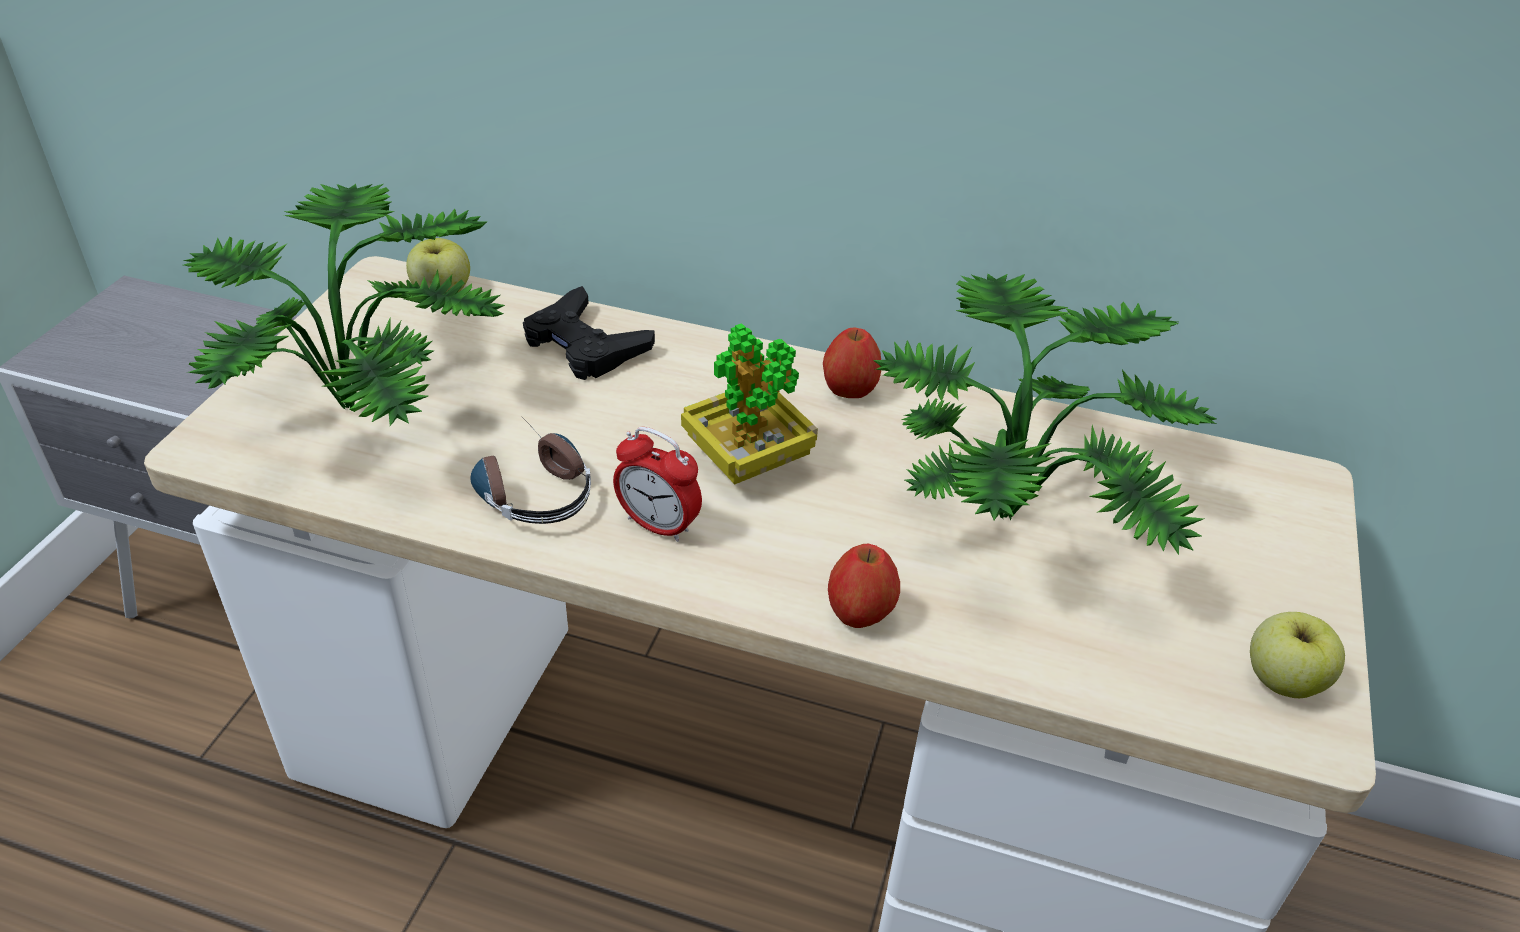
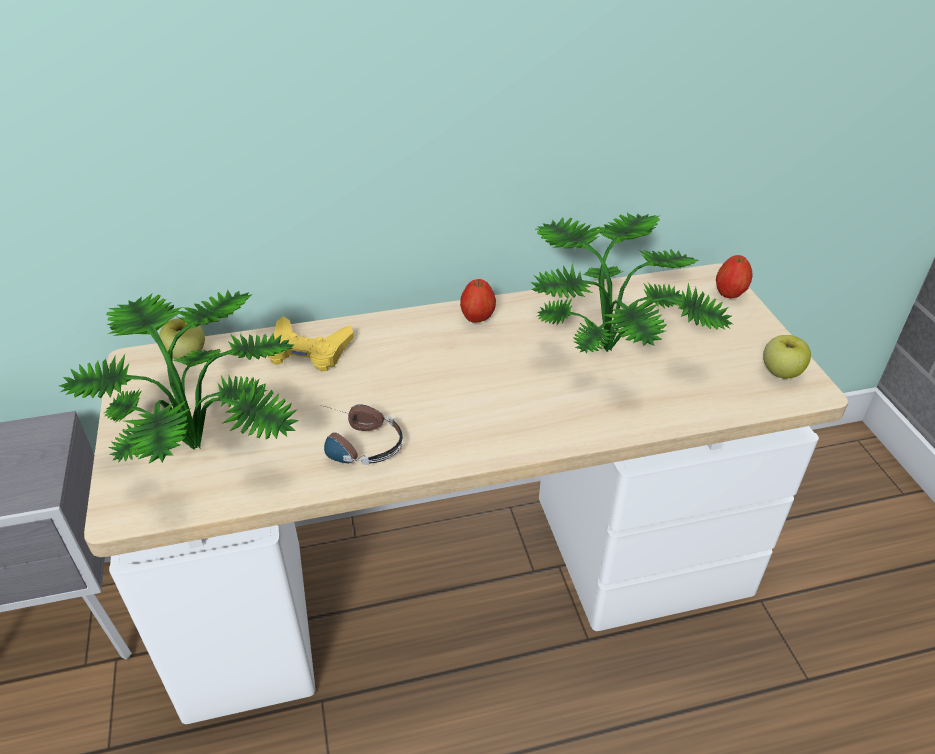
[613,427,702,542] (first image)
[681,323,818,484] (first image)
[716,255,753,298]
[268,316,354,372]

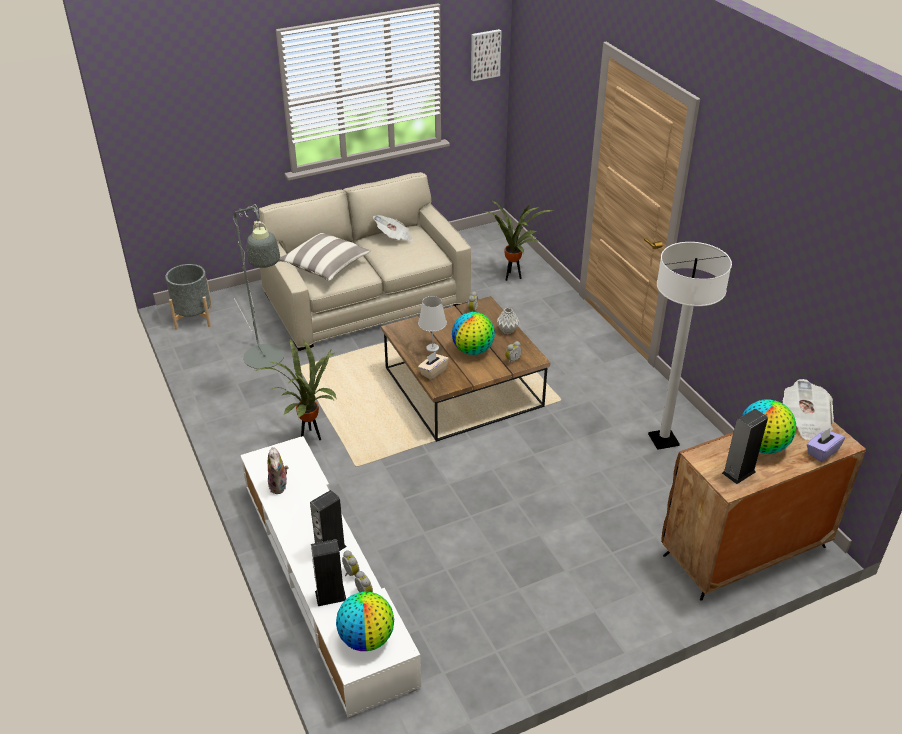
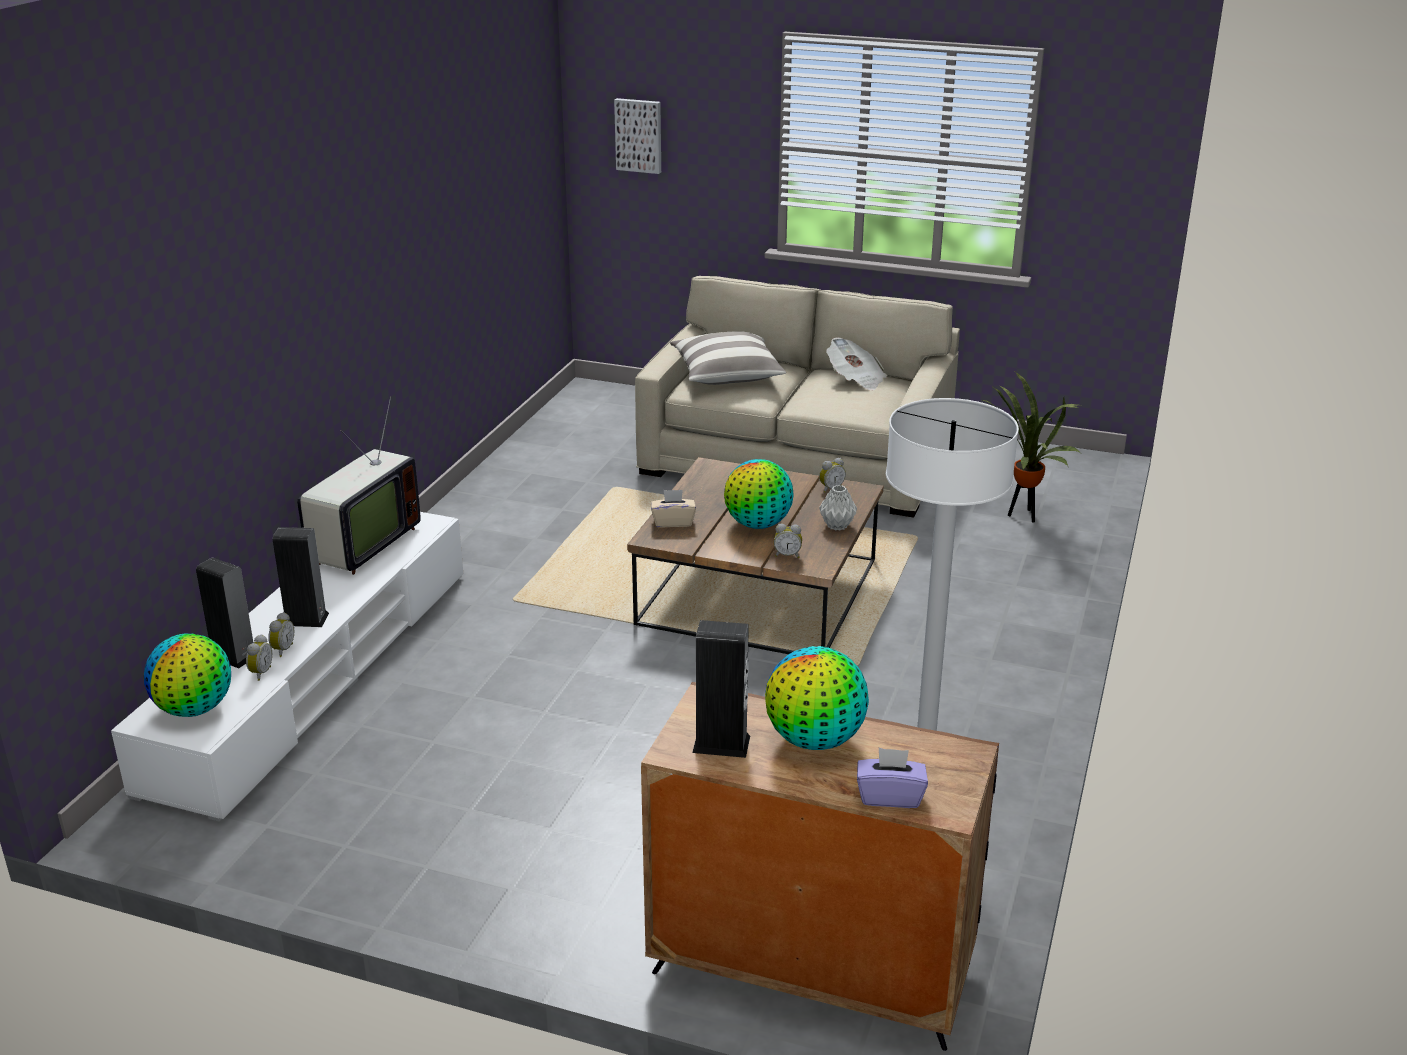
[165,264,213,330] (first image)
[234,204,284,369] (first image)
[255,339,337,440] (first image)
[418,296,447,352] (first image)
[783,379,834,440] (first image)
[614,98,661,174]
[297,397,421,575]

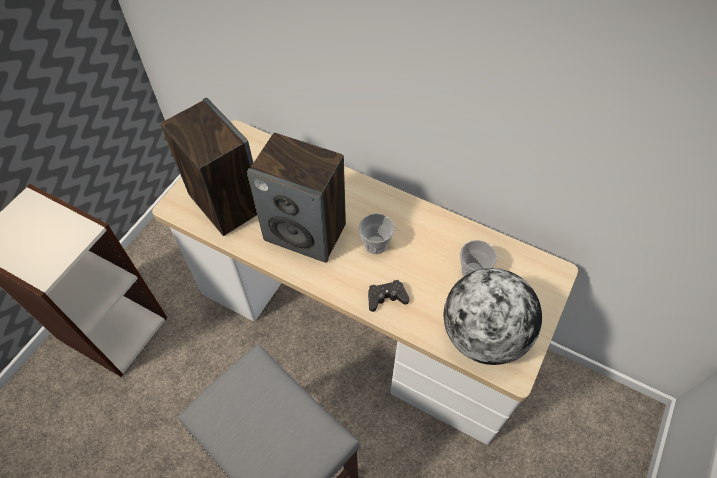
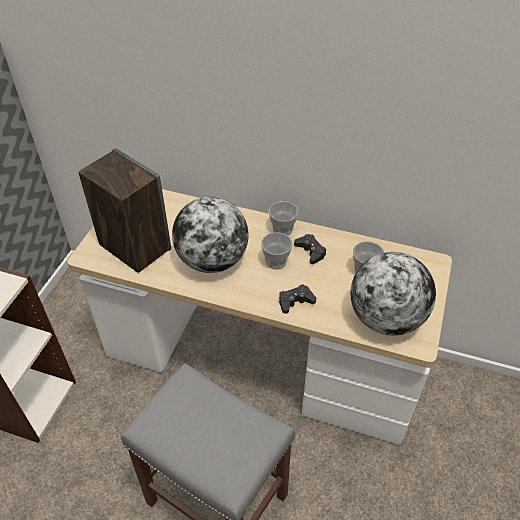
[269,201,298,236]
[294,234,326,264]
[172,197,249,273]

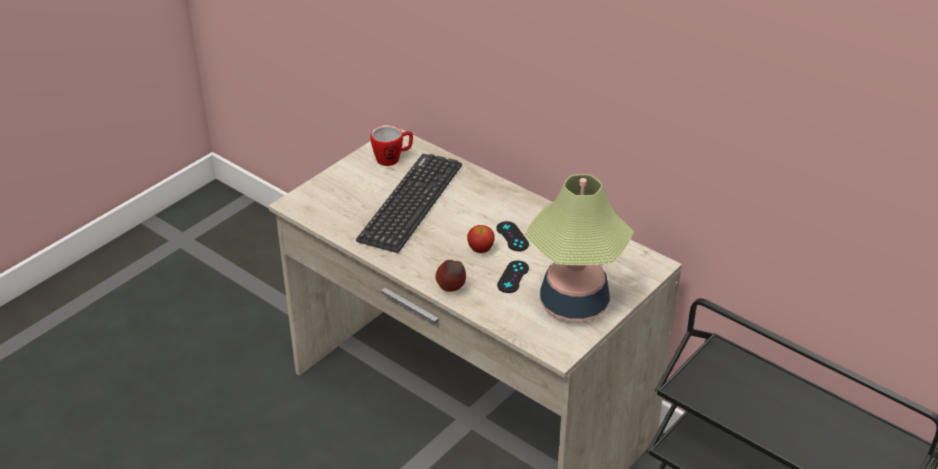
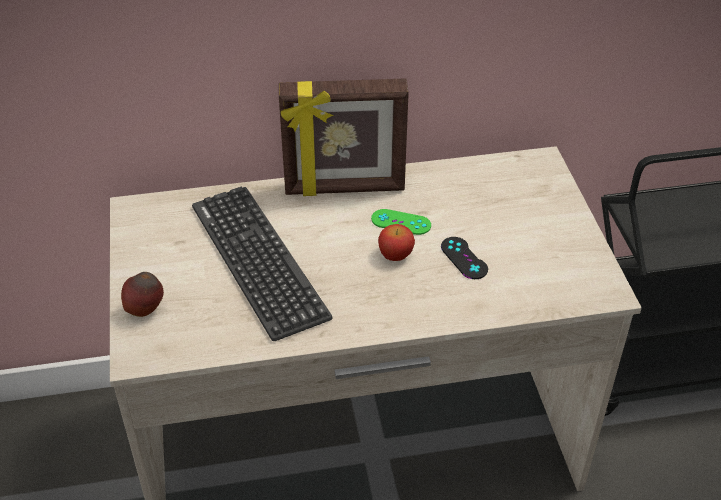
[371,125,413,166] (first image)
[525,174,634,322] (first image)
[279,78,409,196]
[121,272,164,317]
[371,209,431,235]

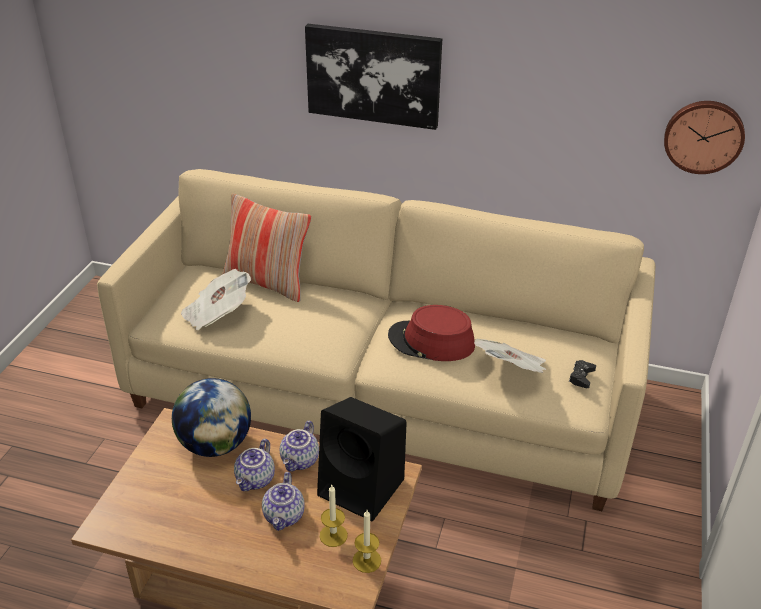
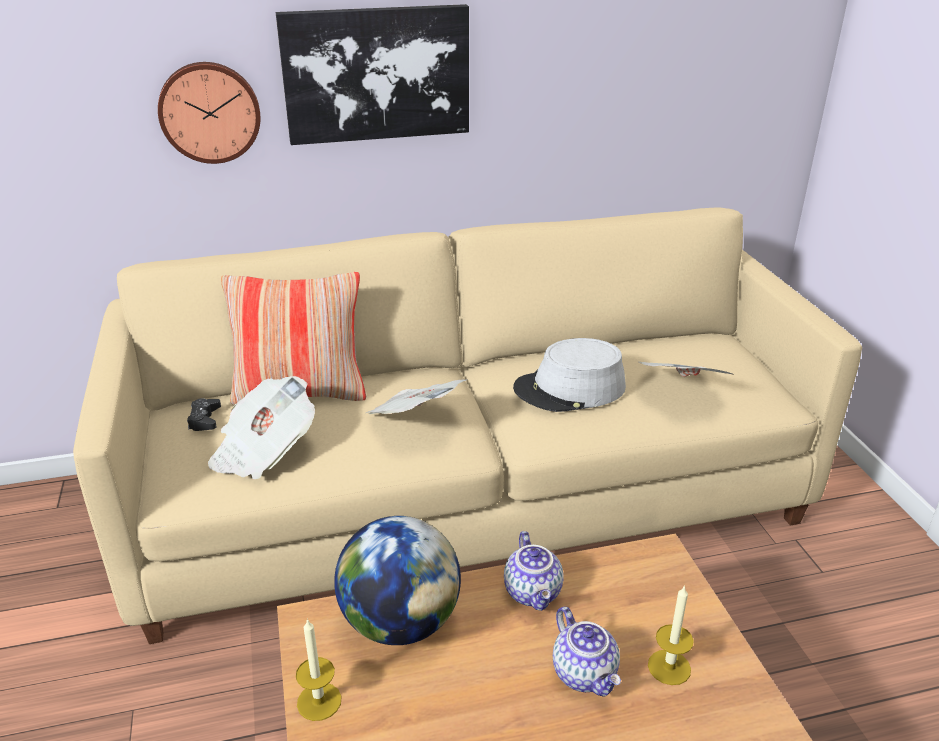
[234,439,275,491] (first image)
[317,397,407,522] (first image)
[366,379,468,414]
[296,618,341,721]
[187,398,221,431]
[158,62,261,164]
[513,338,626,412]

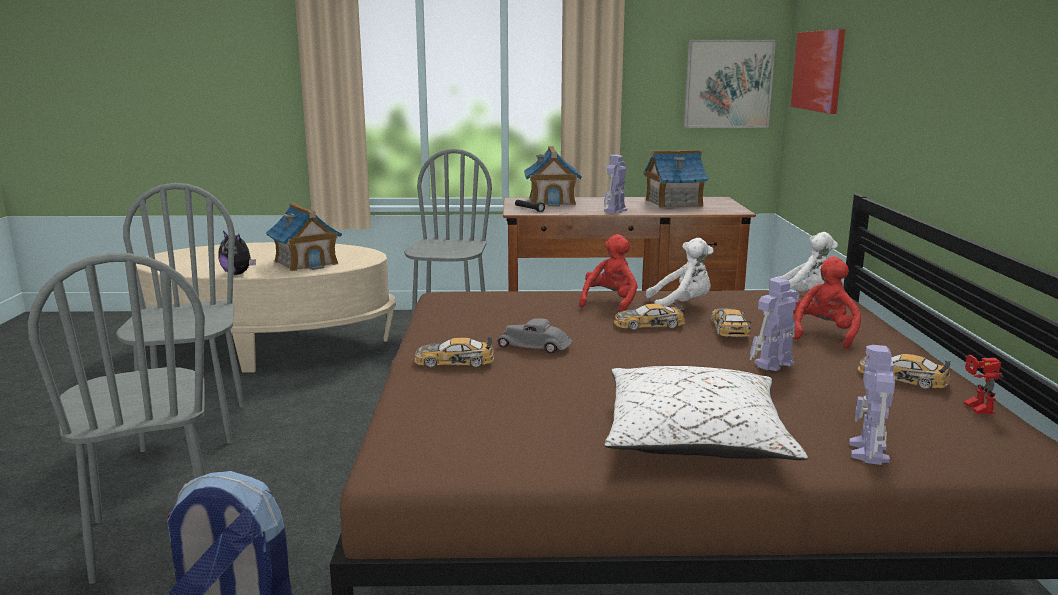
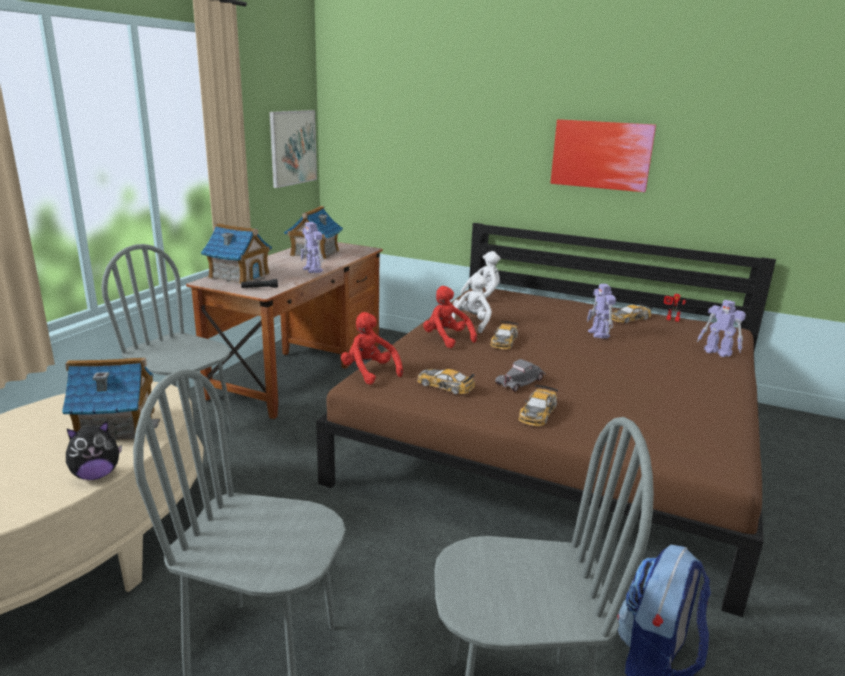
[605,366,808,460] (first image)
[417,369,475,394]
[550,119,656,192]
[341,312,403,385]

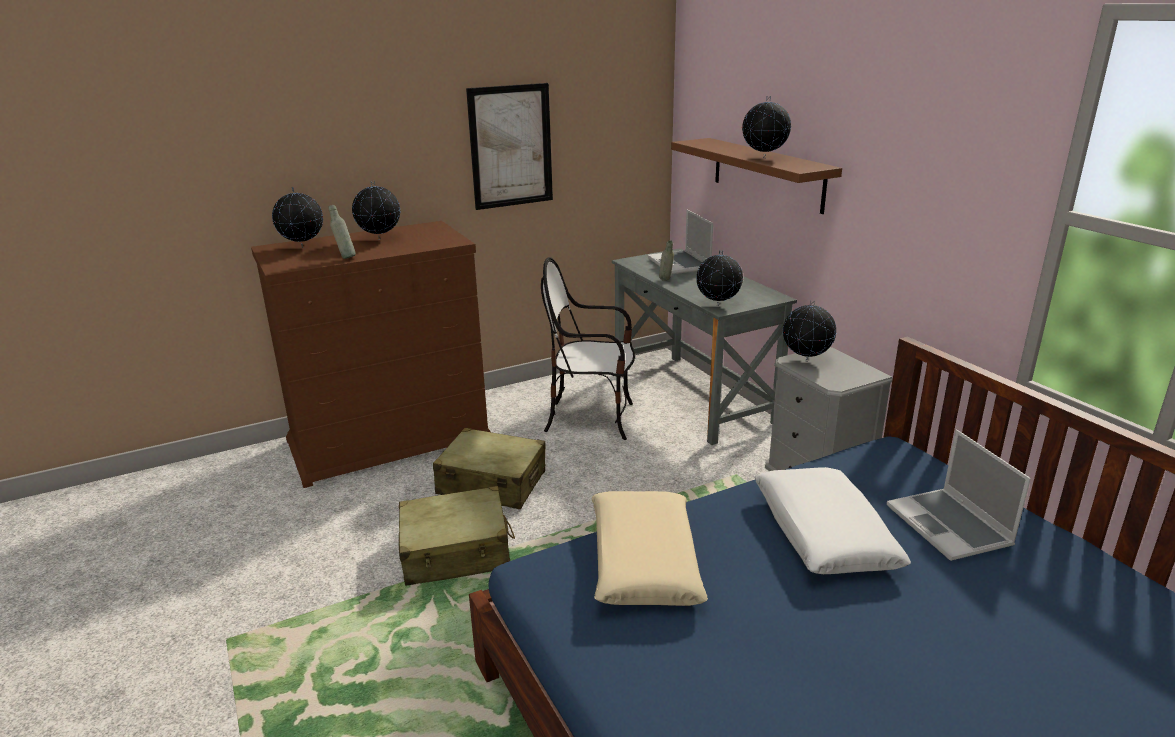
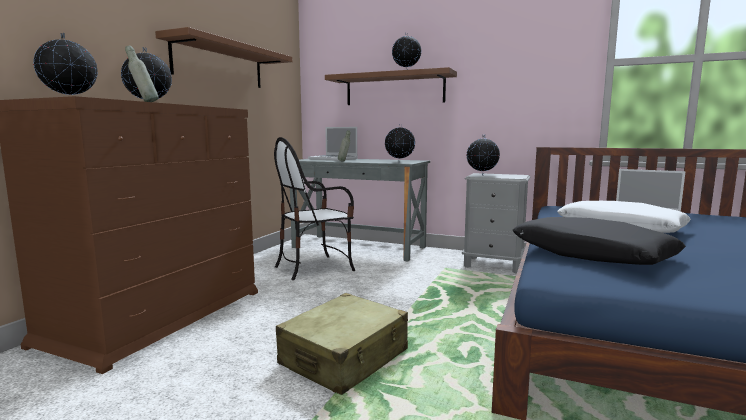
[433,428,546,509] (first image)
[155,27,292,88]
[513,217,686,265]

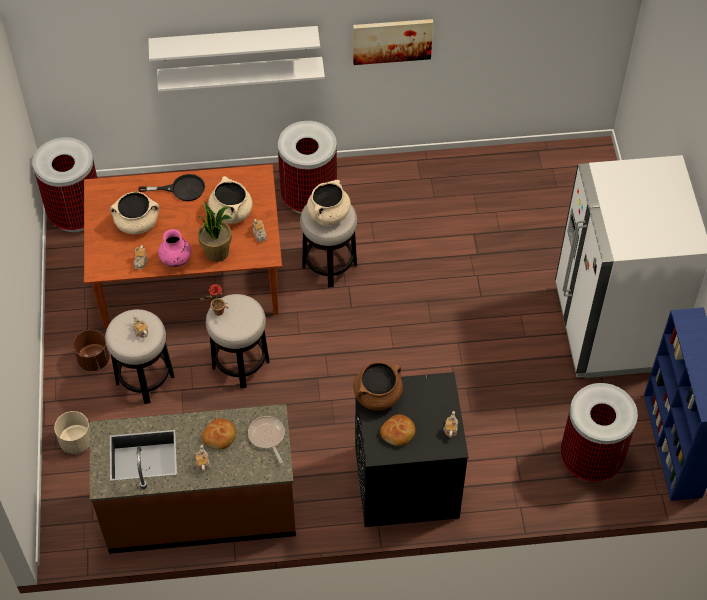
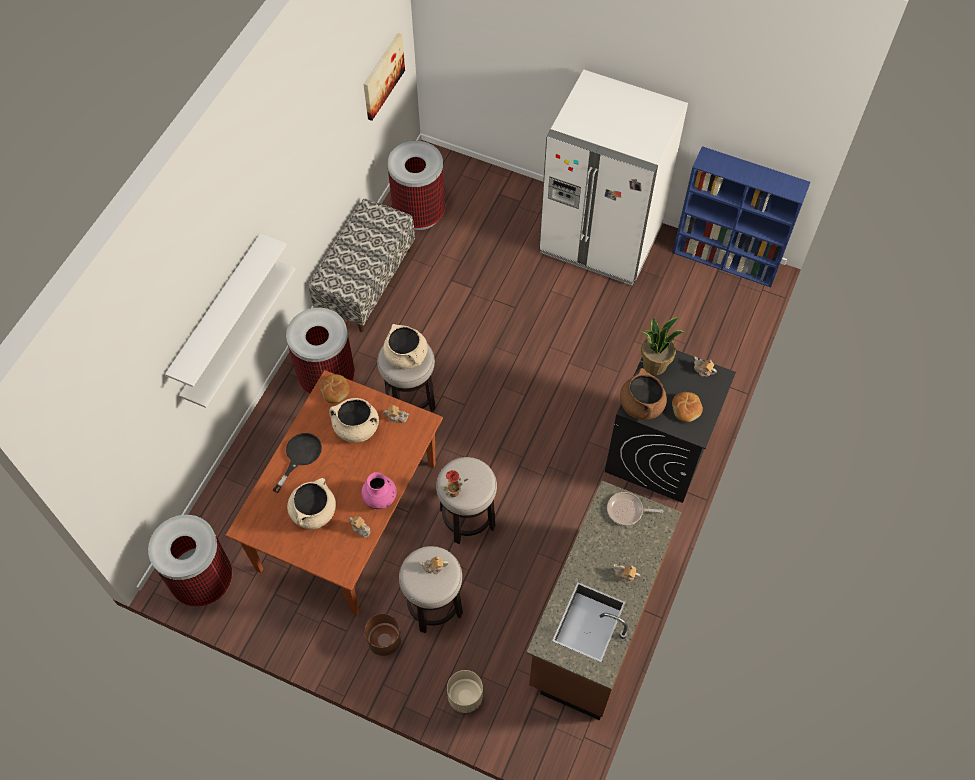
[309,199,415,332]
[641,317,686,375]
[320,374,350,404]
[363,33,405,121]
[387,141,445,230]

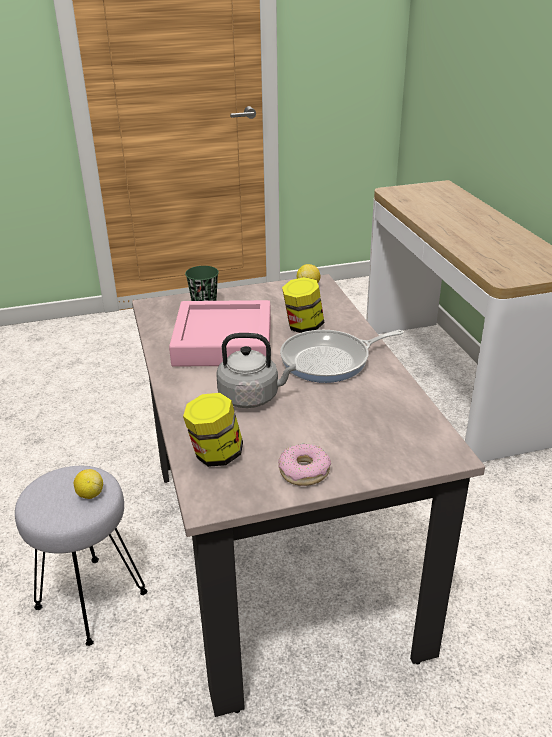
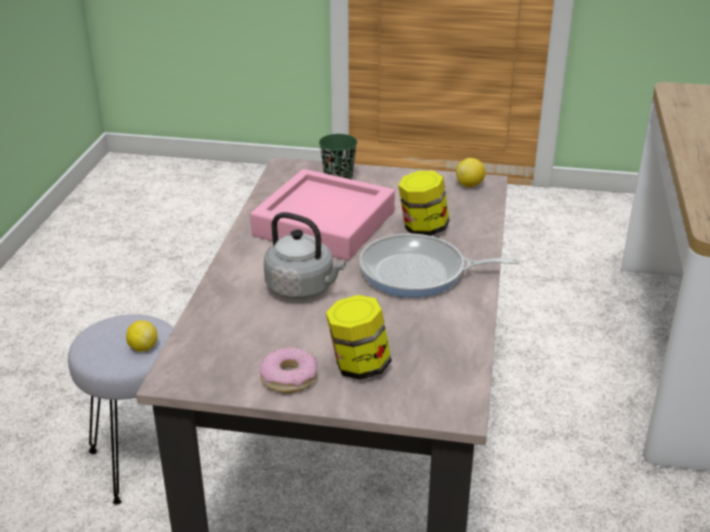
[326,295,392,380]

